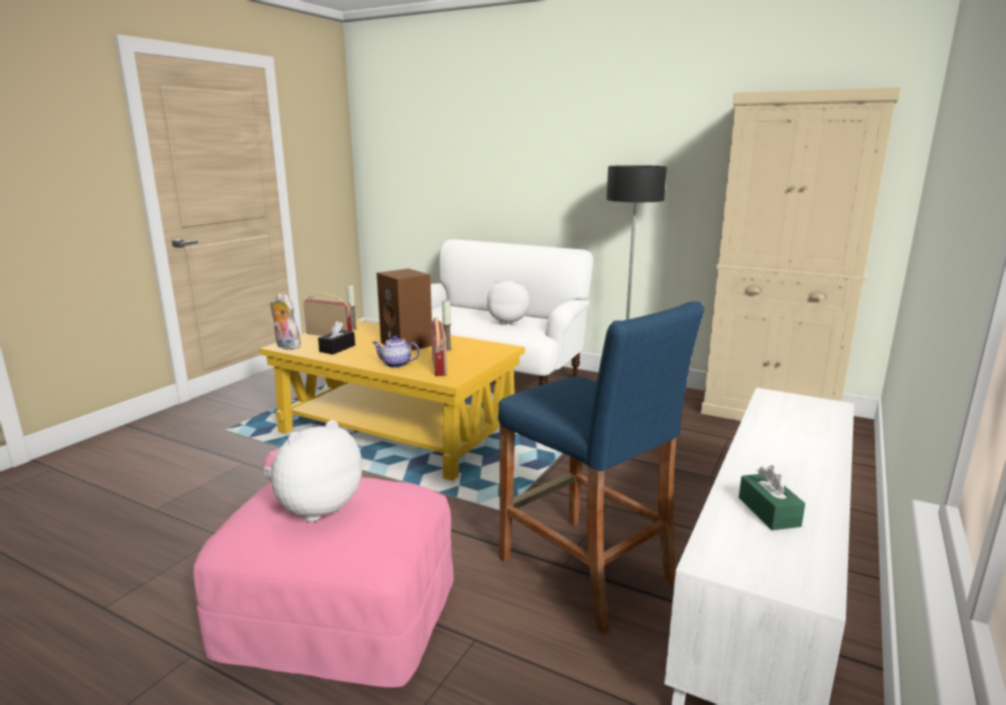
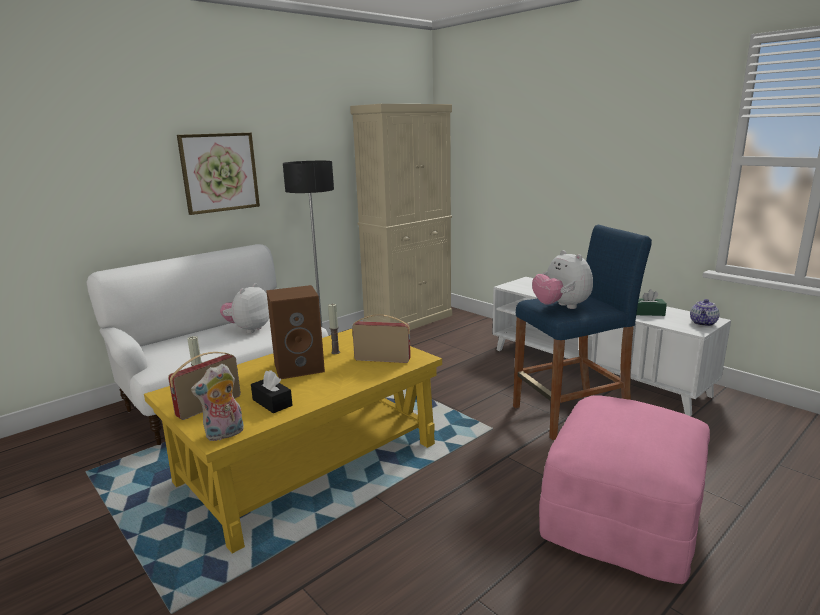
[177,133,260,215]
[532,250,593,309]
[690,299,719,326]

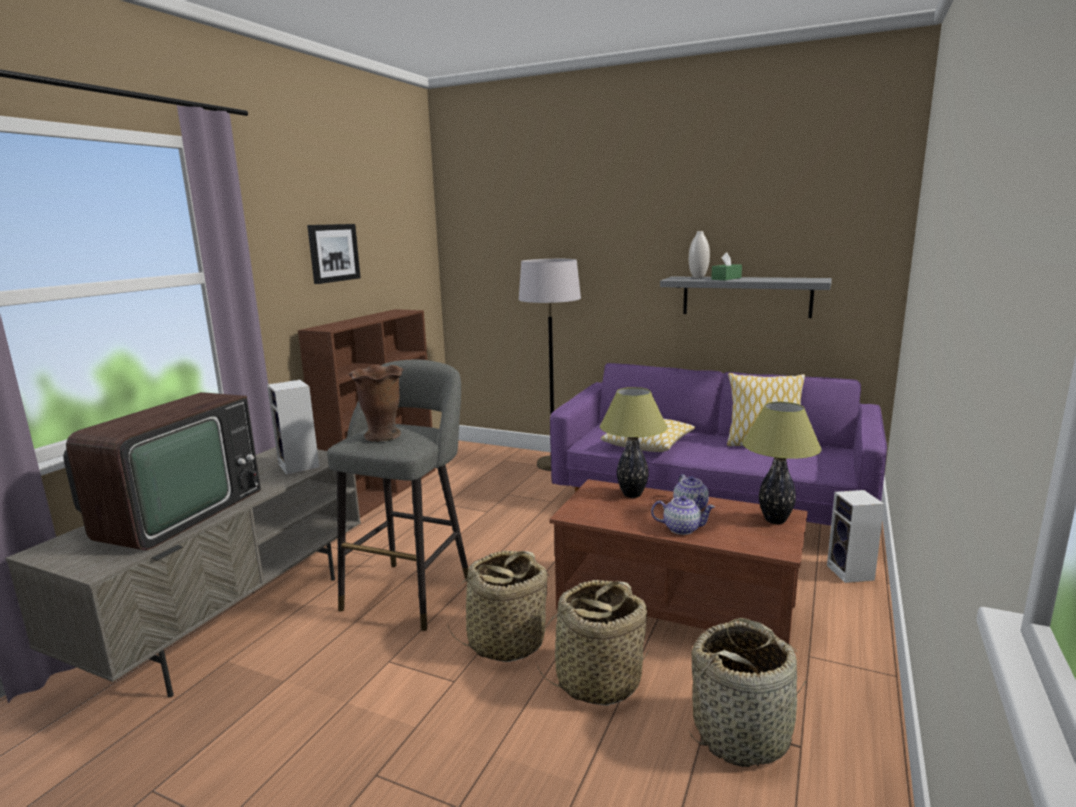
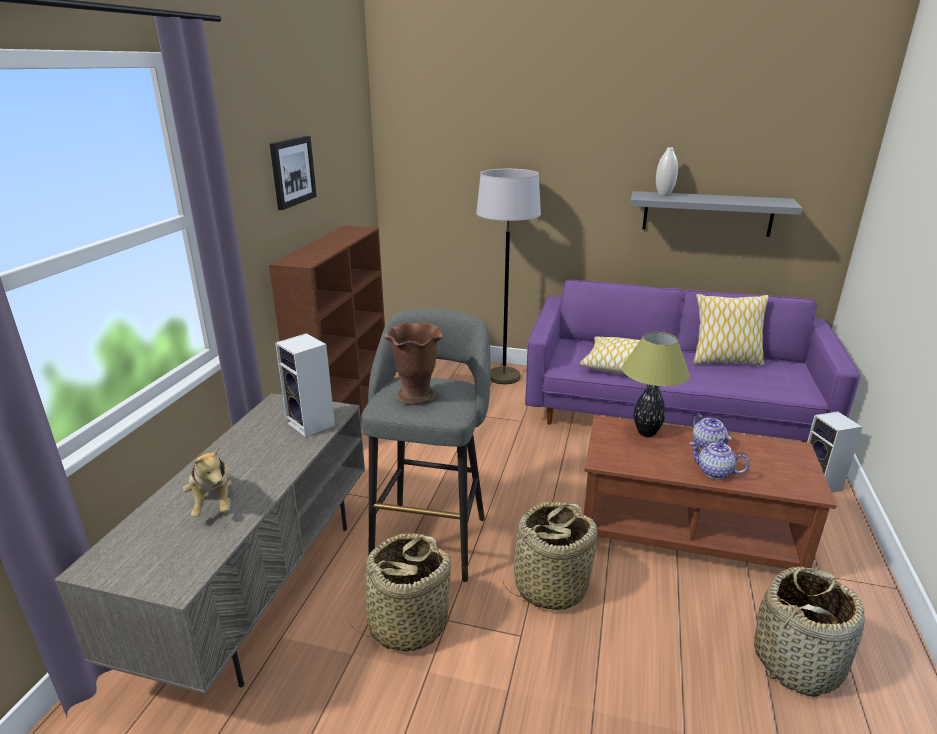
[711,252,742,280] (first image)
[742,402,822,524] (first image)
[346,533,454,652]
[183,446,232,517]
[689,442,749,479]

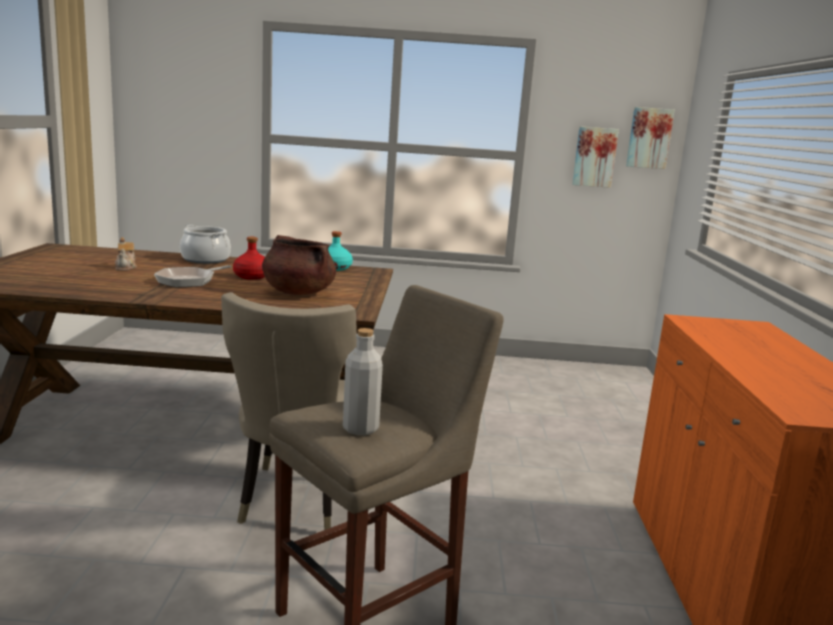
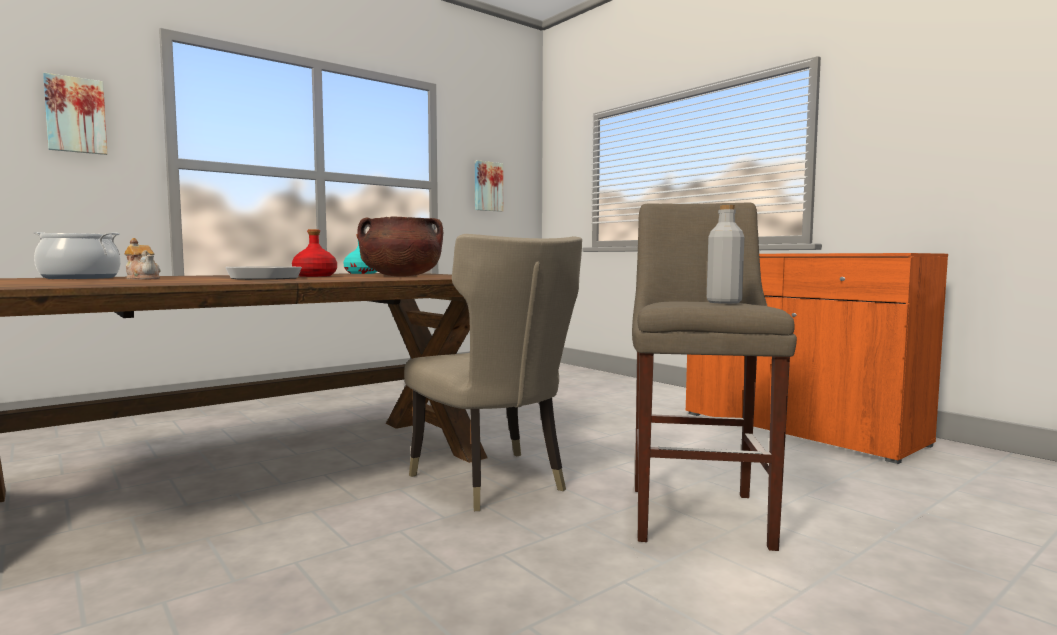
[33,232,121,279]
[43,72,108,155]

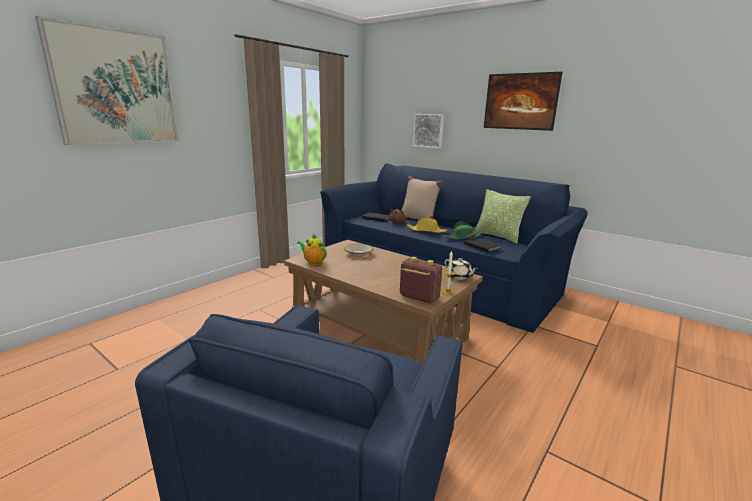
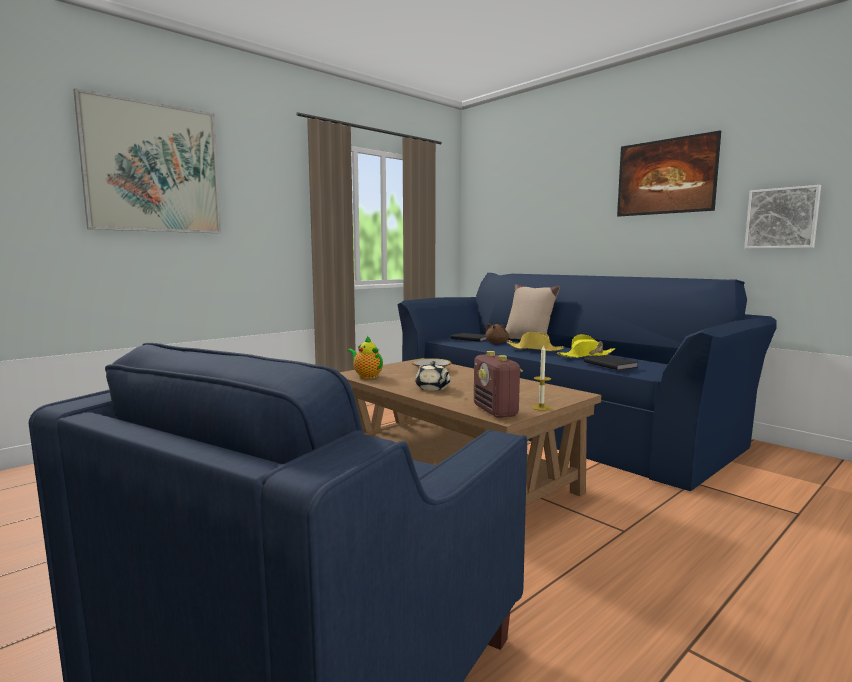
[475,189,531,244] (first image)
[744,185,821,249]
[415,361,450,391]
[557,334,616,358]
[474,351,523,418]

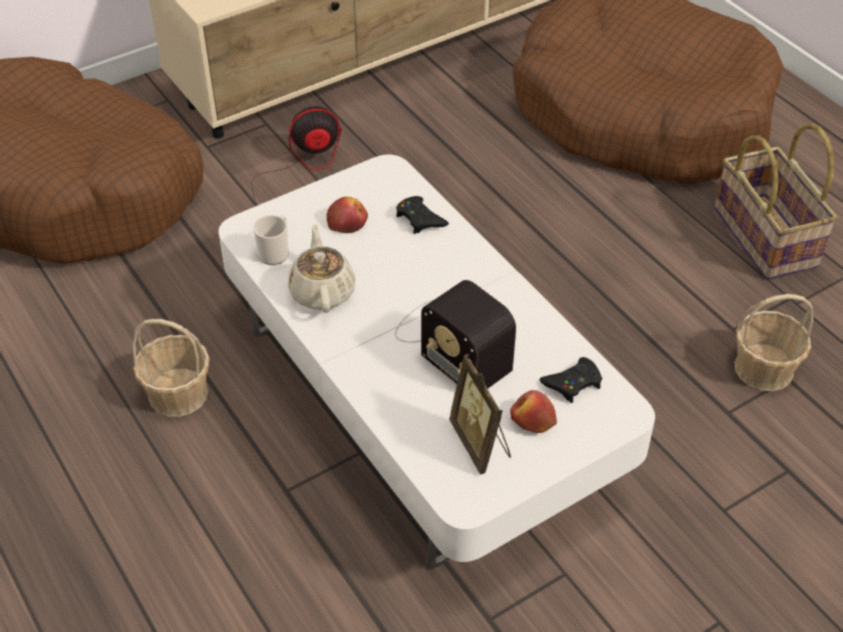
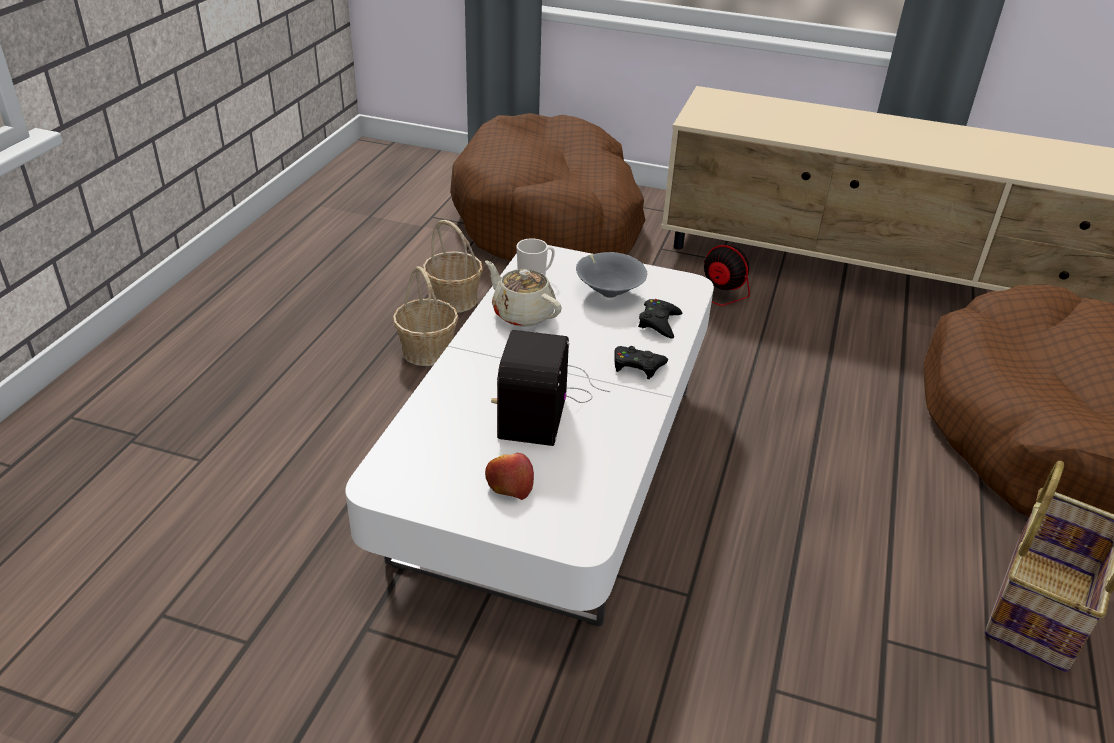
[449,354,511,475] (first image)
[614,346,668,379]
[423,220,483,313]
[576,252,647,298]
[485,261,562,327]

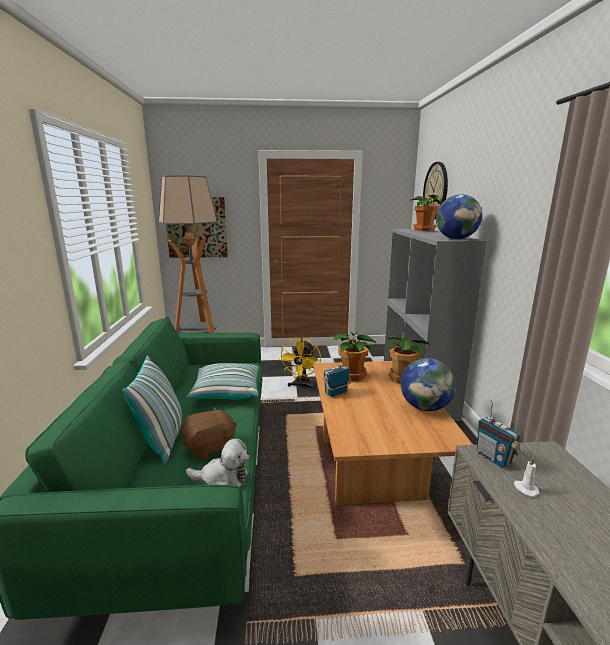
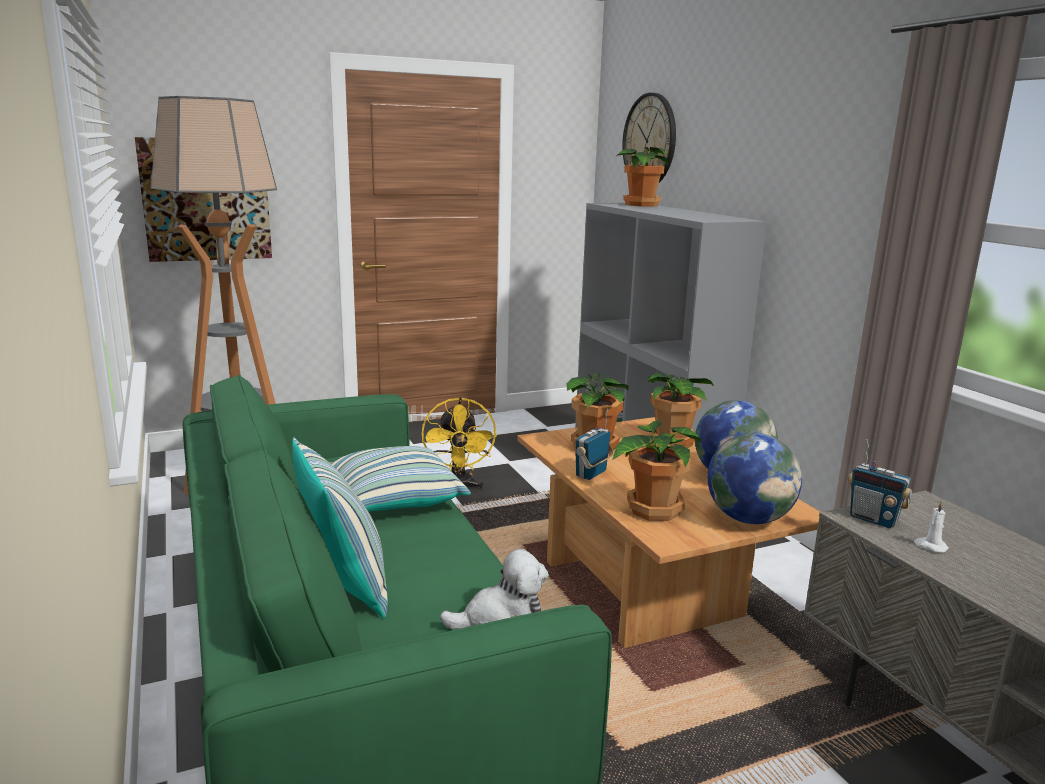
[181,407,237,460] (first image)
[613,420,701,521]
[707,433,802,524]

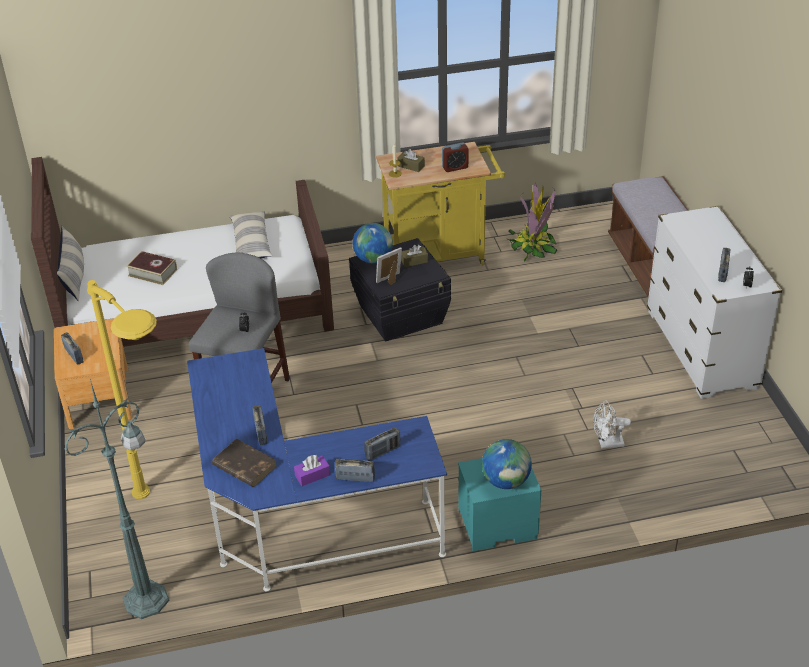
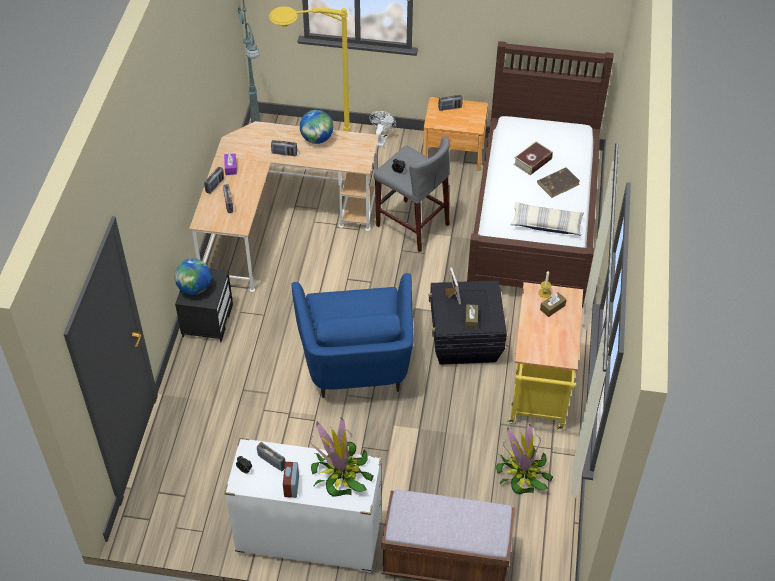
[57,226,84,301] (first image)
[292,273,413,398]
[310,416,374,496]
[537,167,580,198]
[300,110,333,144]
[283,462,299,498]
[369,111,397,147]
[189,121,379,292]
[175,268,233,342]

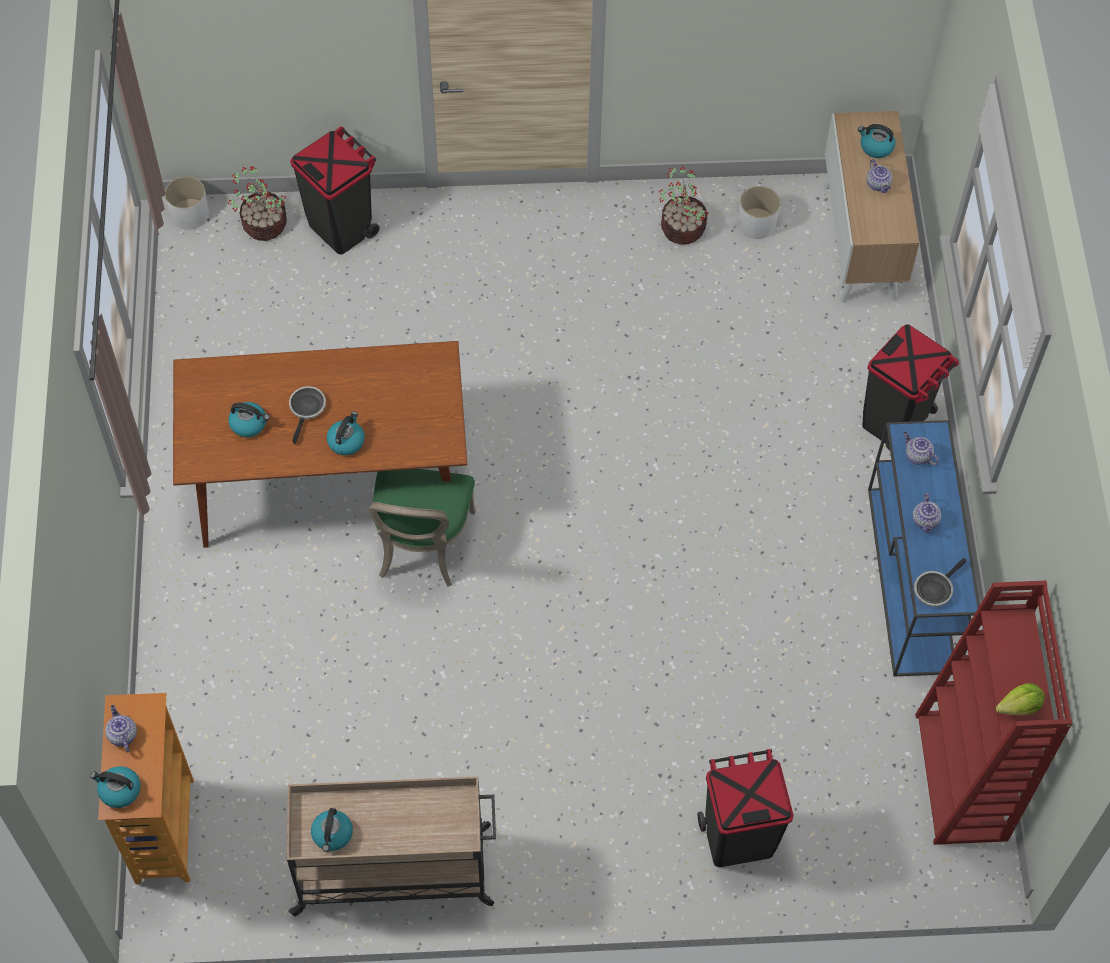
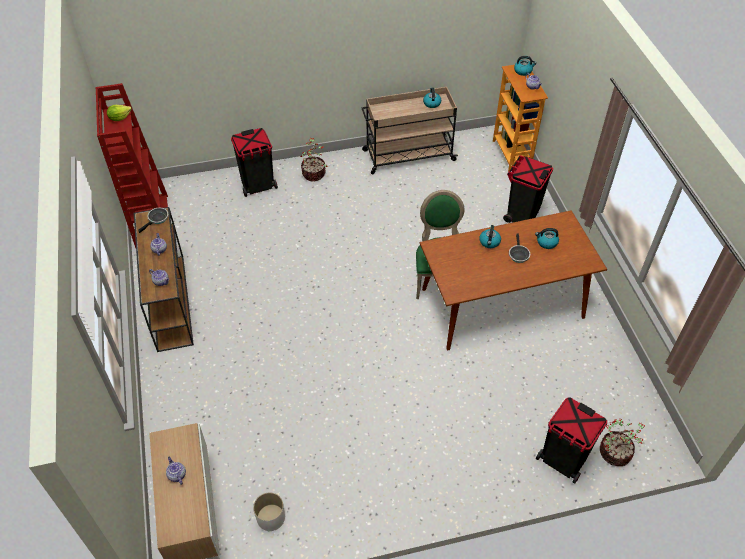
[165,176,209,229] (first image)
[858,124,896,158] (first image)
[300,138,328,182]
[503,155,553,223]
[134,207,194,352]

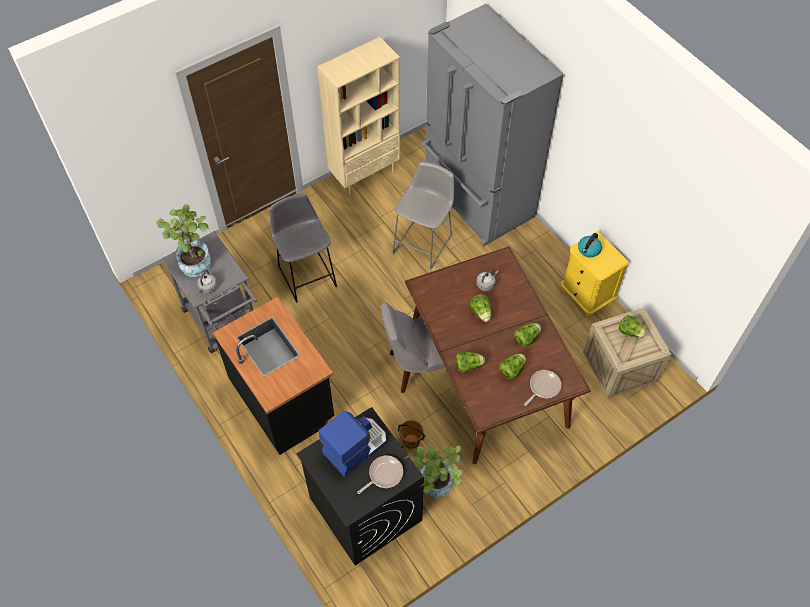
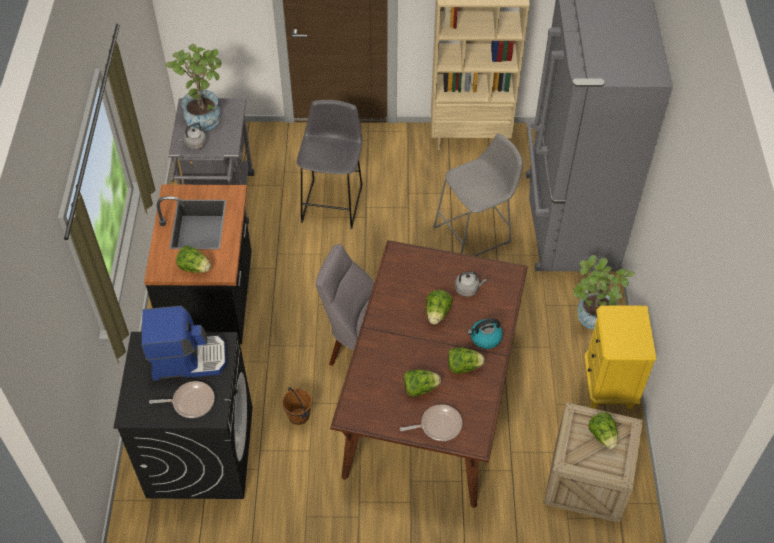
[573,255,635,330]
[176,245,211,273]
[467,318,503,349]

